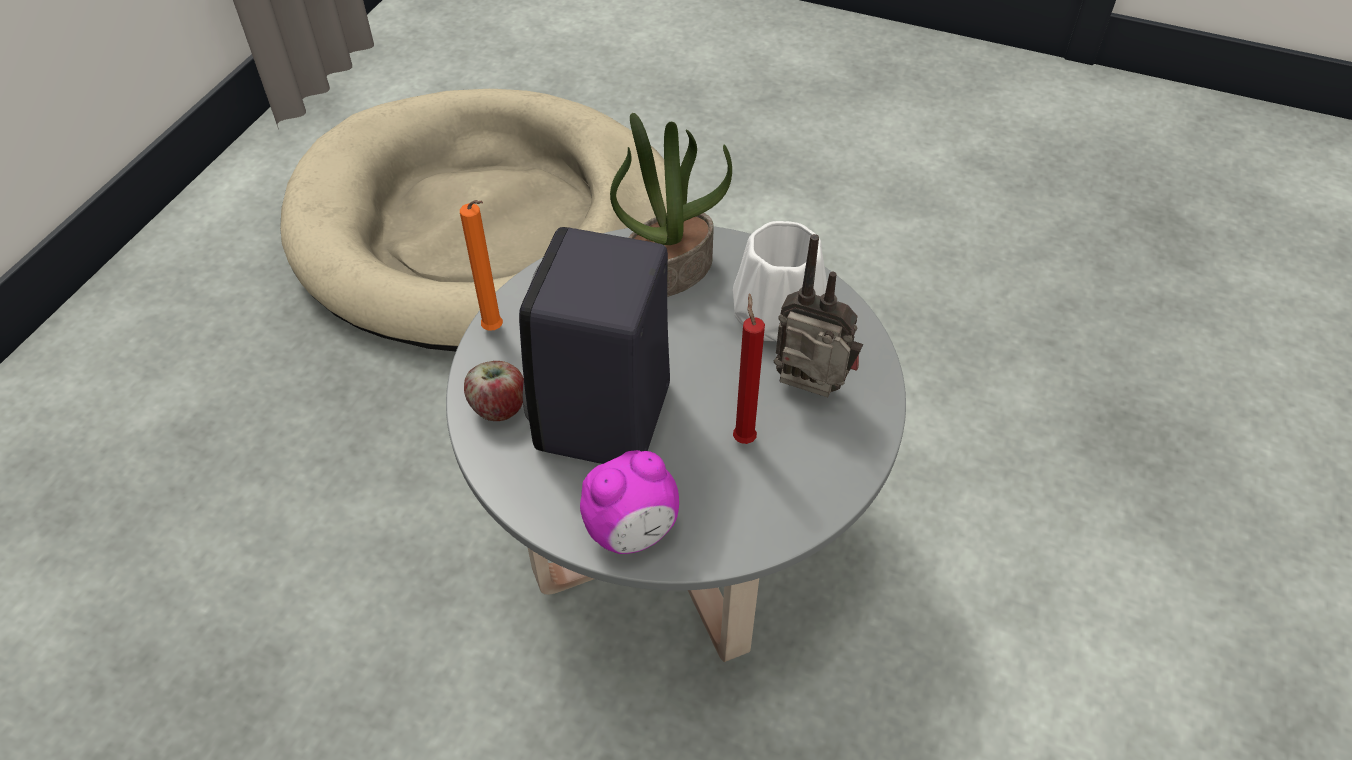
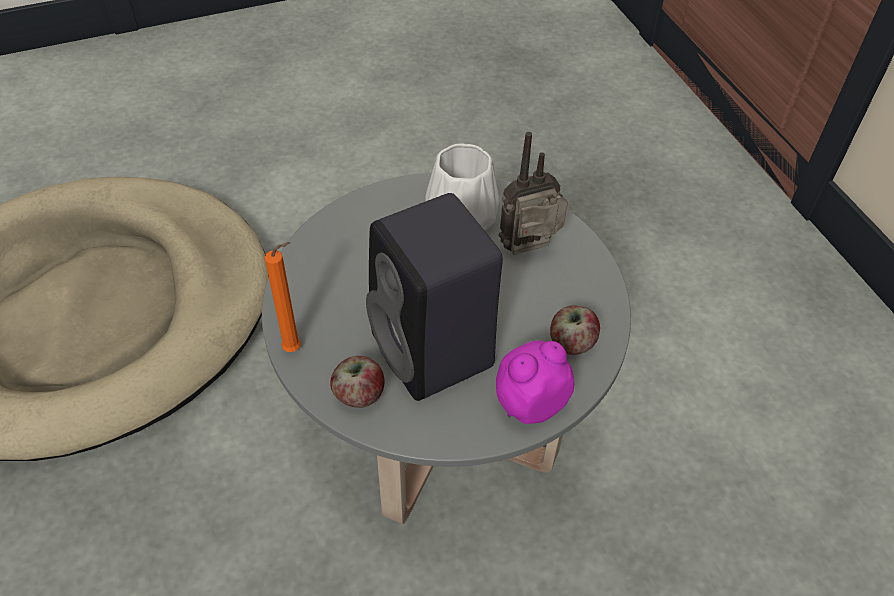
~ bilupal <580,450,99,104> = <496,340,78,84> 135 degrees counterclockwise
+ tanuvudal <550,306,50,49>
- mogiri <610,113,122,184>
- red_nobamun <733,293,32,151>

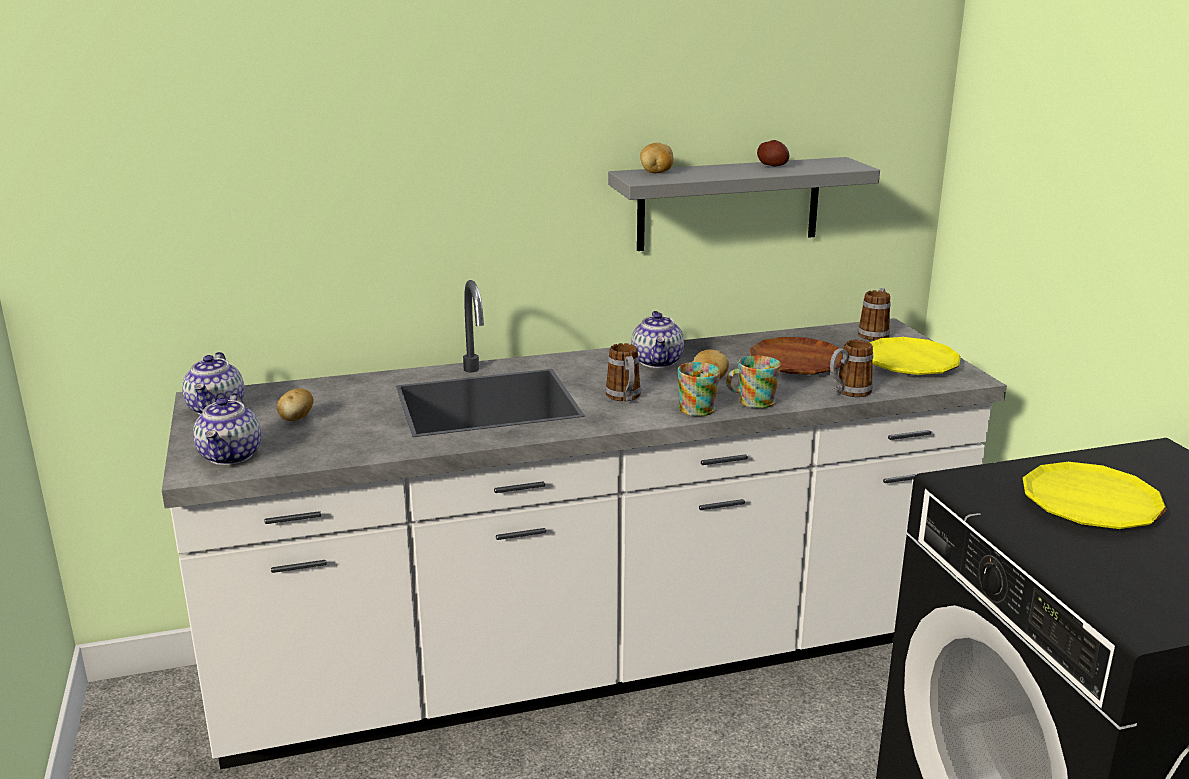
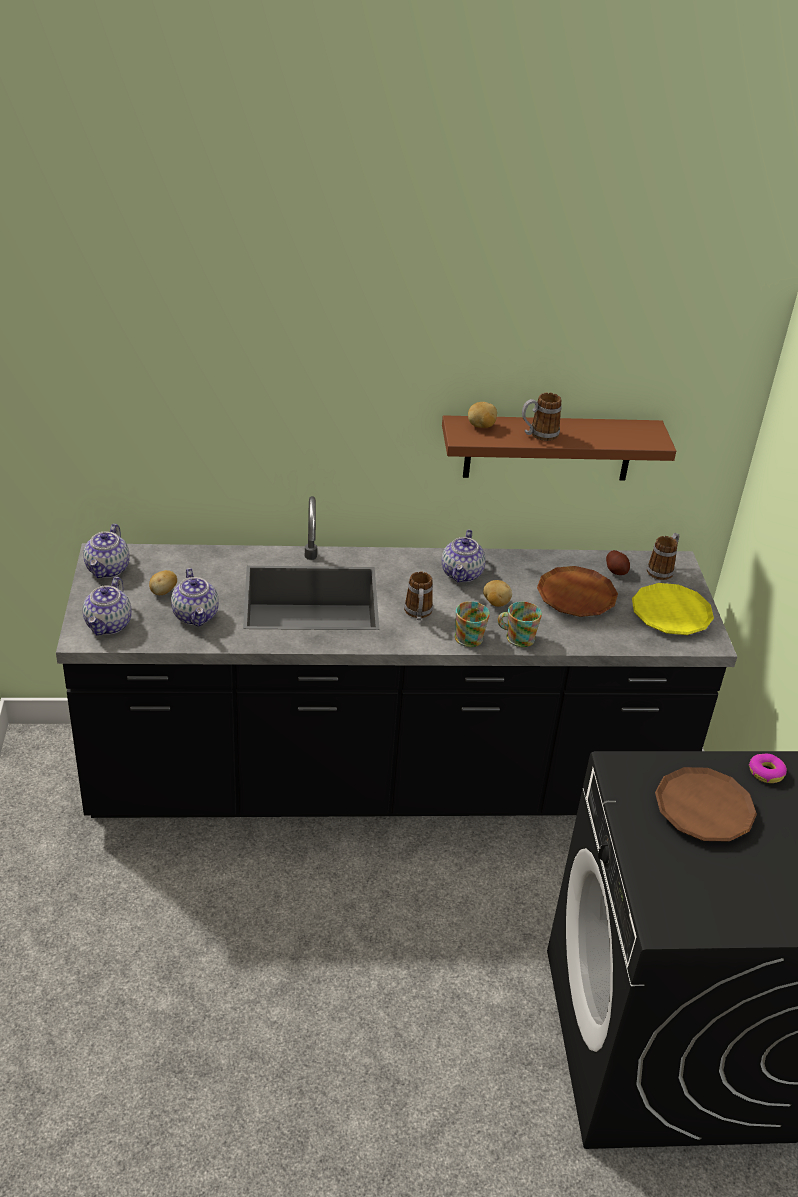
~ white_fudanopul <162,280,845,489> to black_fudanopul <56,496,681,322>
+ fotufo <171,568,48,59>
~ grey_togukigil <608,157,272,94> to brown_togukigil <442,415,234,66>
~ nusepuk <830,340,43,57> to <522,393,40,48>
~ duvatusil <757,140,32,26> to <606,550,24,25>
~ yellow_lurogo <1023,462,144,67> to brown_lurogo <655,767,102,75>
+ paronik <749,753,38,30>

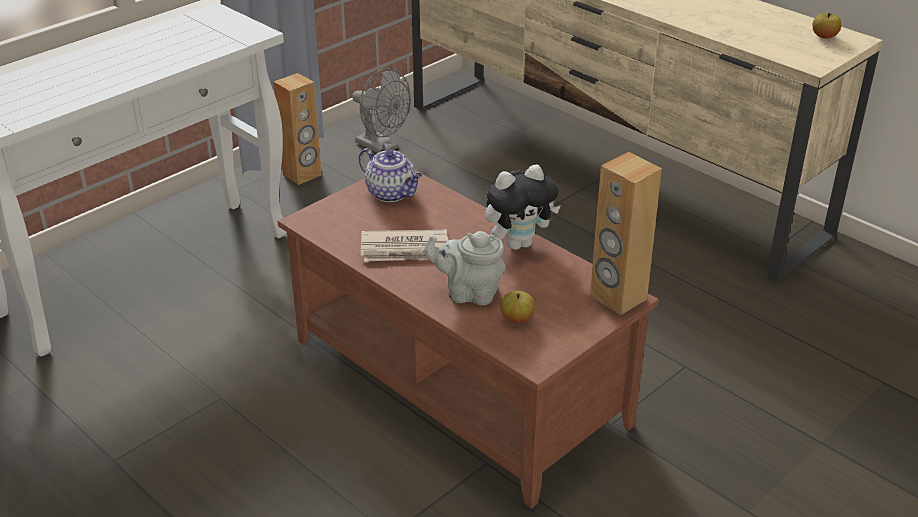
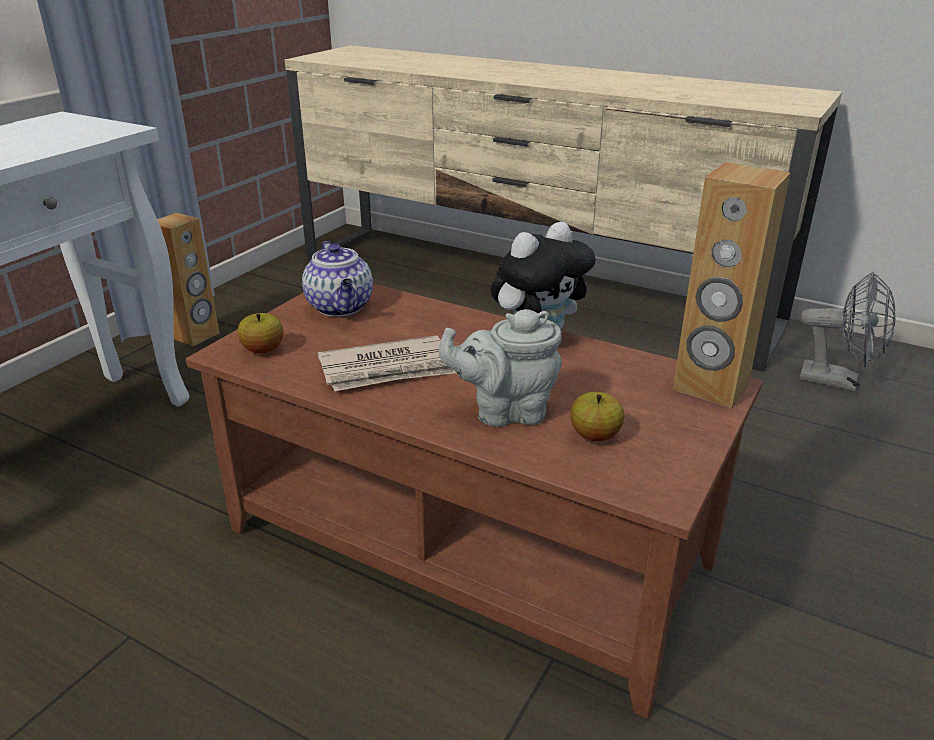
~ tanuvudal <812,13,30,26> to <238,313,45,40>
~ fotufo <359,148,63,54> = <302,241,71,76> 45 degrees clockwise
~ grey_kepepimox <352,68,59,85> to <799,272,97,120>

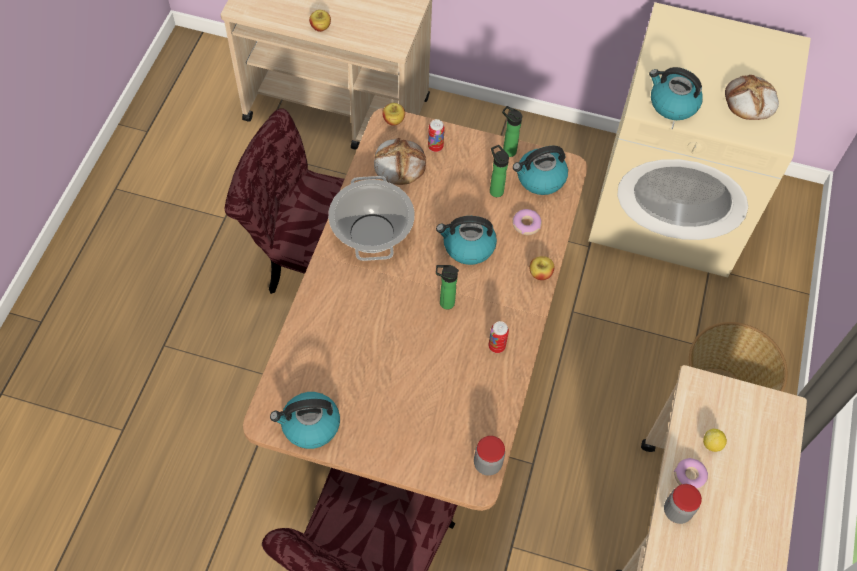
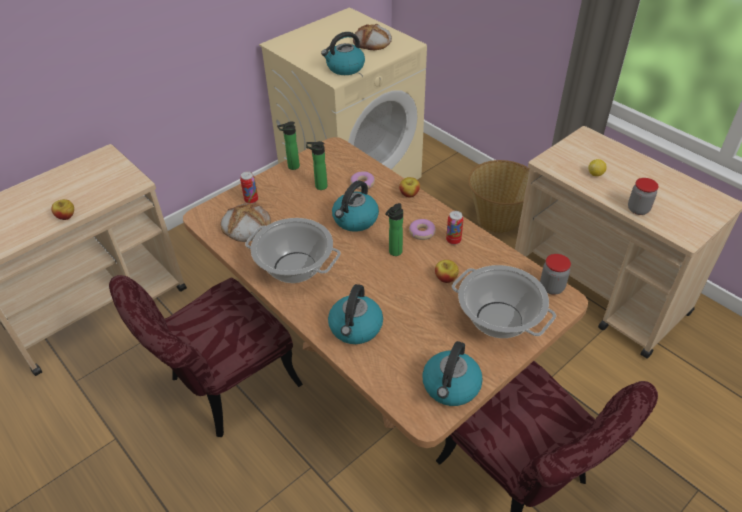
~ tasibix <513,146,55,49> to <328,284,55,60>
~ paronik <674,458,34,32> to <409,219,27,21>
~ tanuvudal <382,103,23,23> to <435,260,24,23>
+ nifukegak <452,265,104,73>

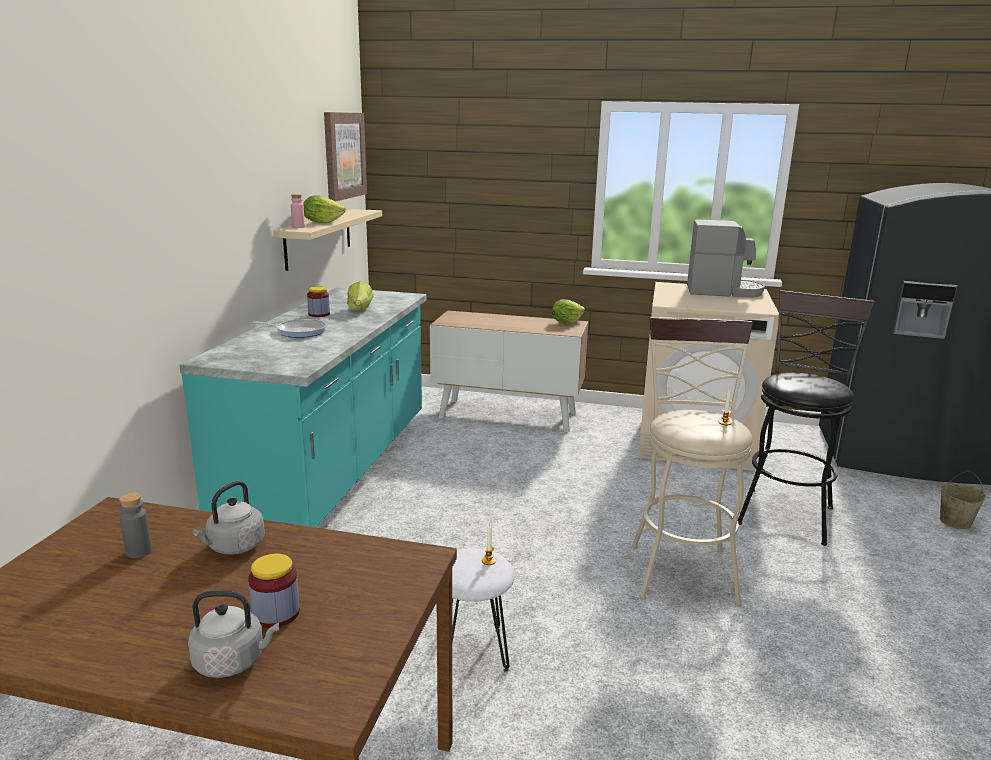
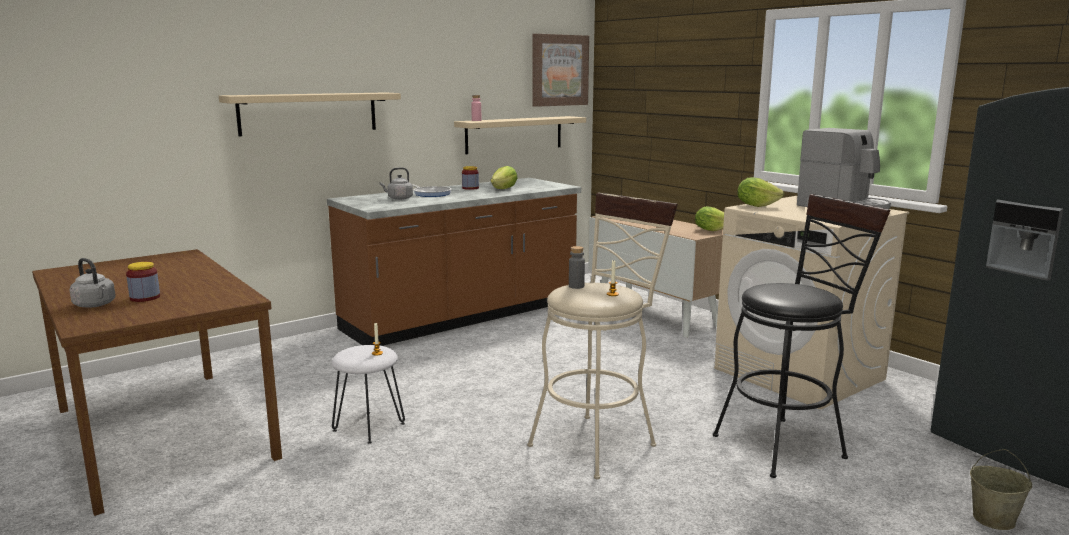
+ beige_togukigil <219,92,182,44>
~ turquoise_fudanopul <179,288,248,239> to brown_fudanopul <327,178,254,168>
~ grey_tasibix <192,481,73,74> to <380,167,33,33>
~ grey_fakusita <119,492,33,66> to <569,246,16,43>
~ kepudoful <303,195,43,28> to <737,177,47,30>

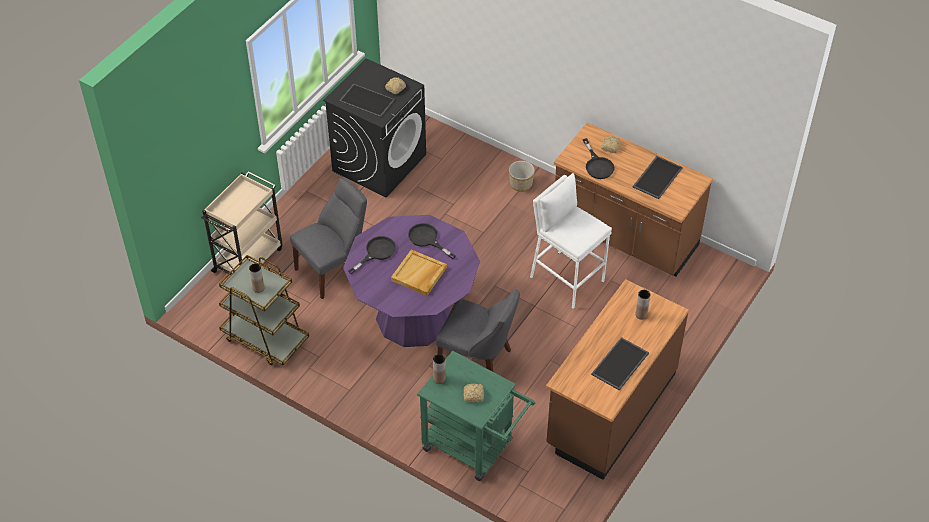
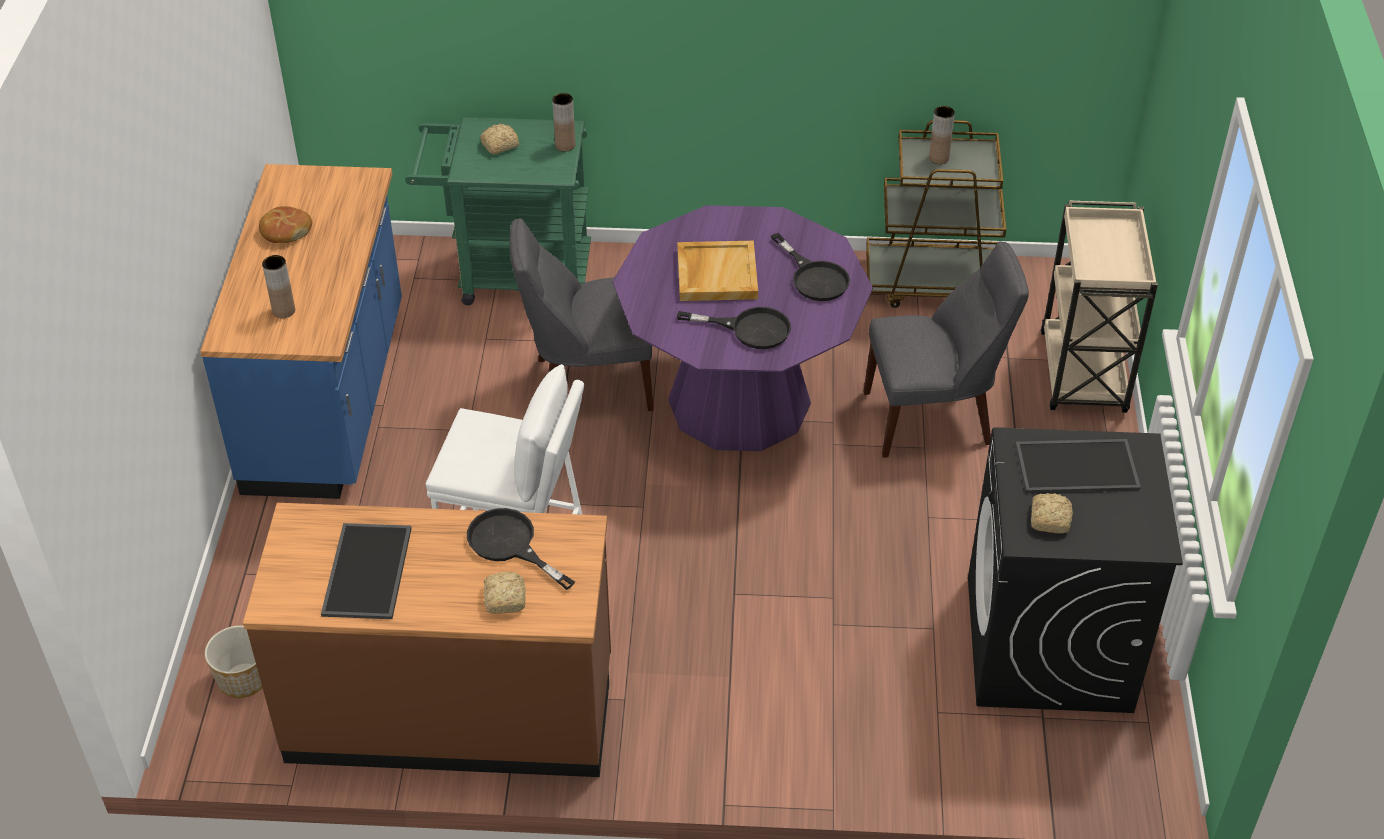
~ brown_fudanopul <546,279,143,201> to blue_fudanopul <200,164,202,335>
~ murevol <509,161,26,31> to <205,625,57,73>
~ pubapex <591,337,58,54> to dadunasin <259,206,53,37>
~ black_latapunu <348,236,48,38> = <771,233,79,68> 45 degrees counterclockwise
~ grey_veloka <290,177,77,122> = <864,241,165,217> 120 degrees counterclockwise

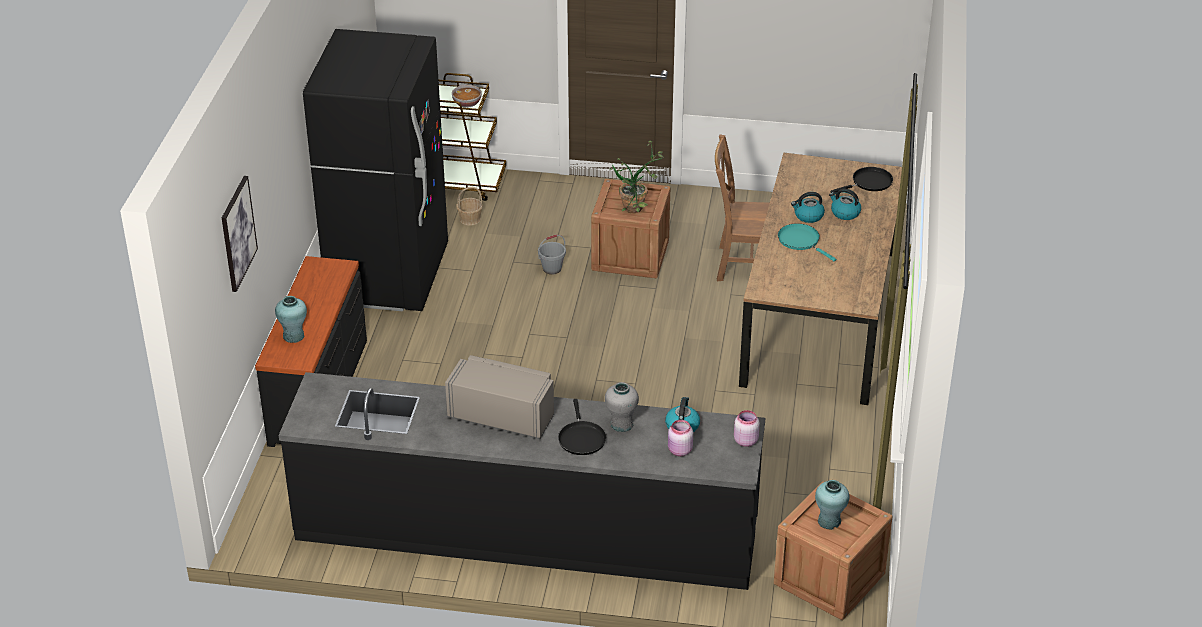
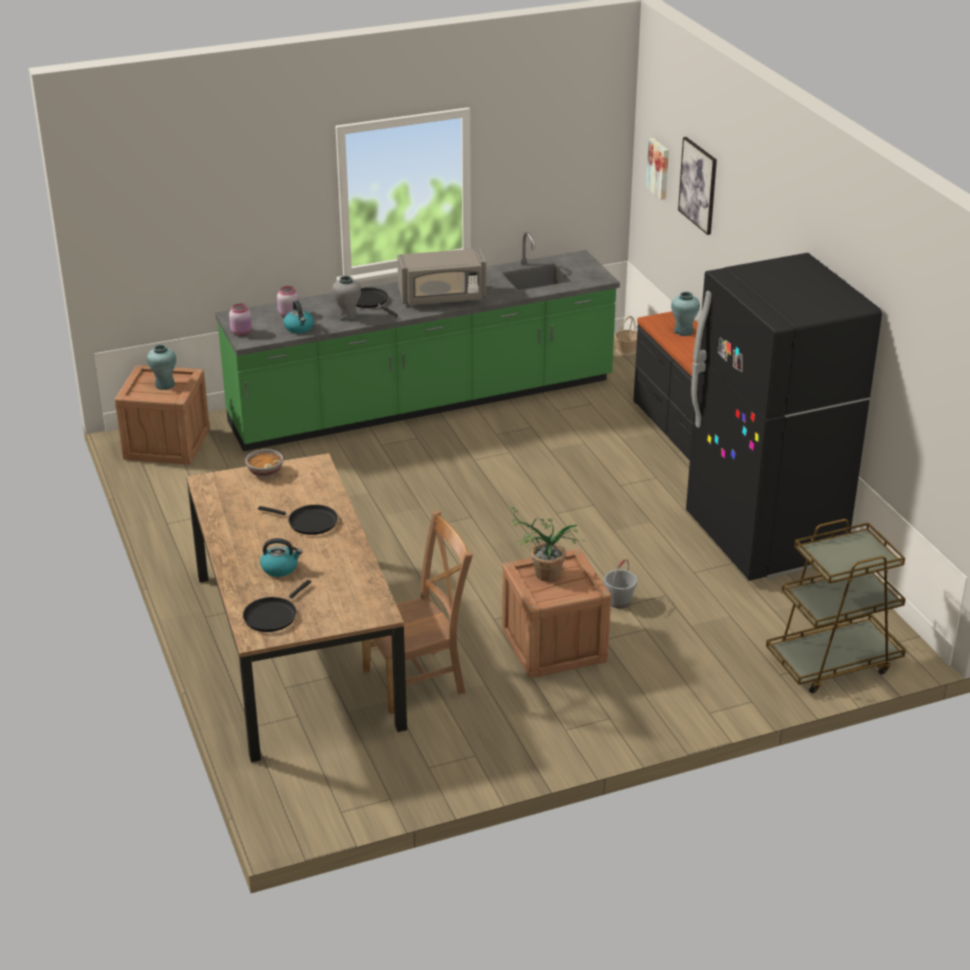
~ black_fudanopul <279,372,486,218> to green_fudanopul <215,232,405,219>
~ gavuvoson <452,85,30,23> to <245,449,38,28>
~ turquoise_latapunu <778,223,58,38> to black_latapunu <258,505,80,30>
~ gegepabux <456,187,27,39> to <614,316,23,40>
+ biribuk <646,138,23,62>
- tasibix <791,192,34,31>

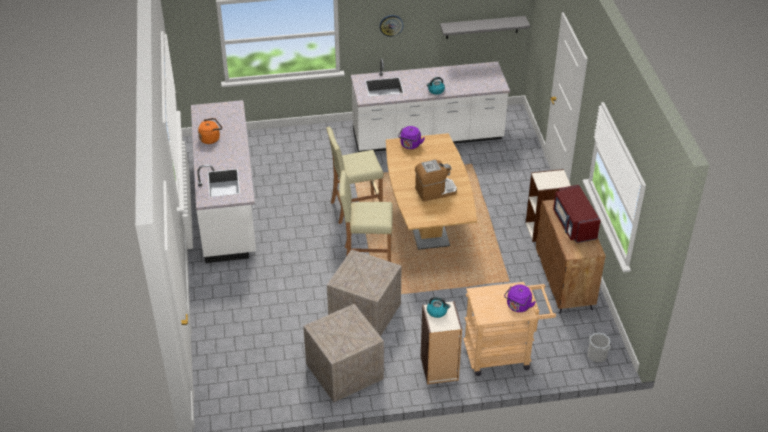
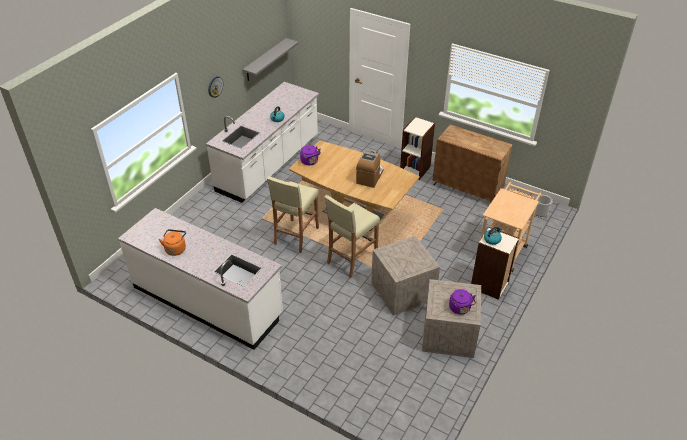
~ purple_tasibix <504,285,32,27> to <449,289,27,26>
- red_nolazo <553,185,48,58>

